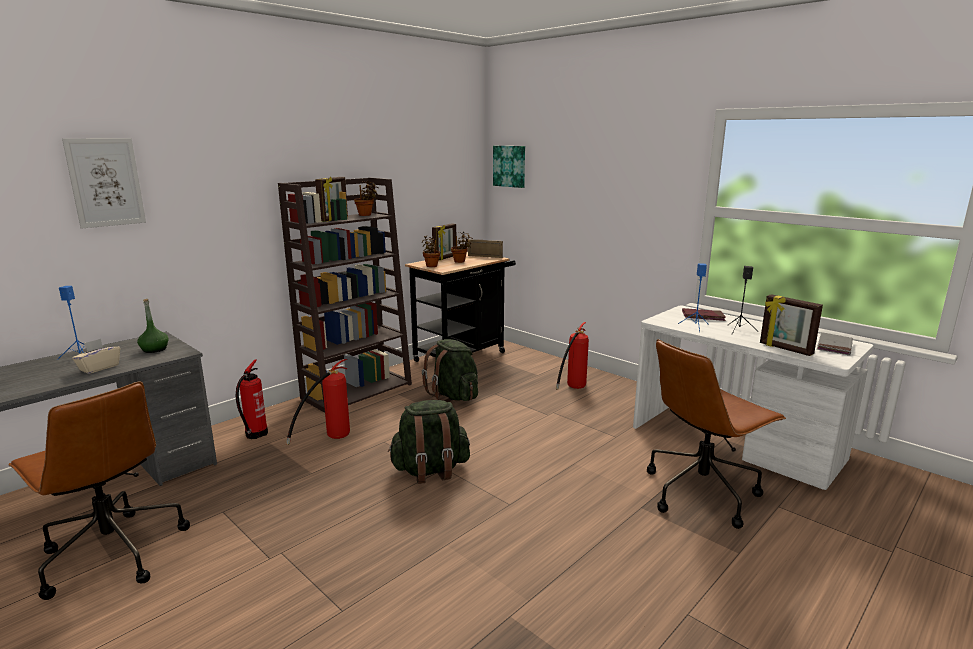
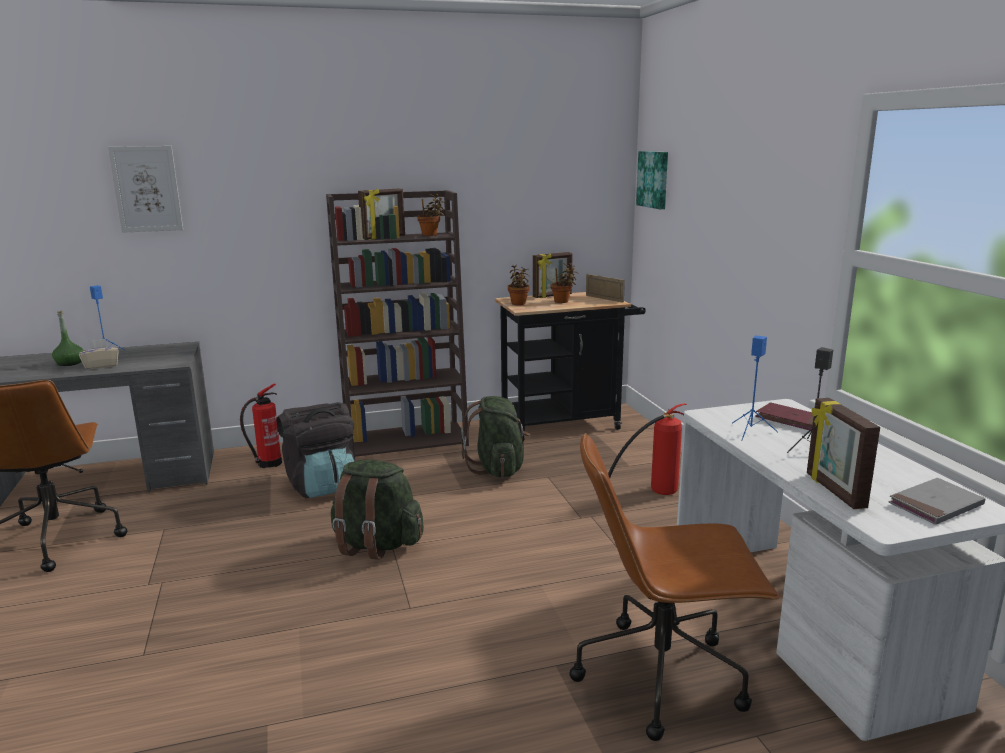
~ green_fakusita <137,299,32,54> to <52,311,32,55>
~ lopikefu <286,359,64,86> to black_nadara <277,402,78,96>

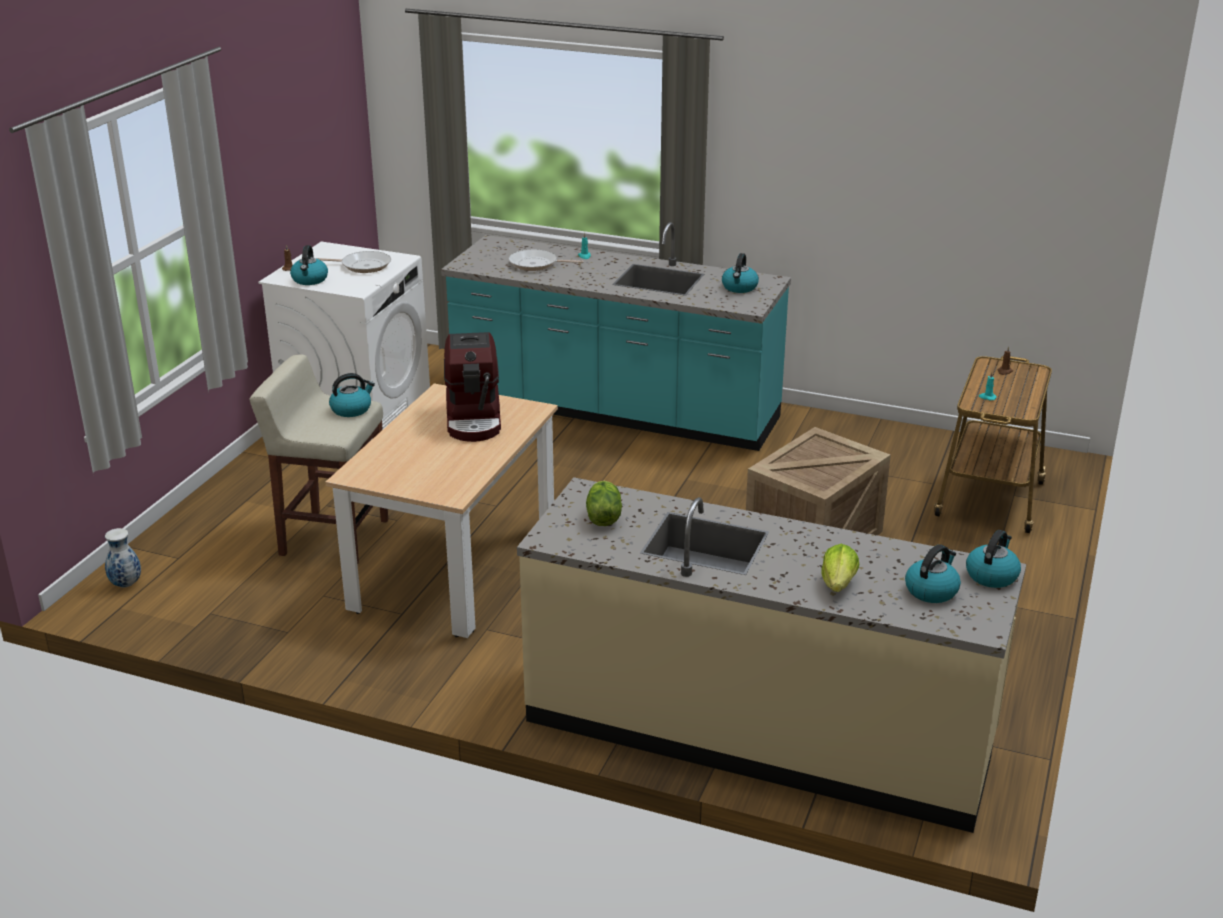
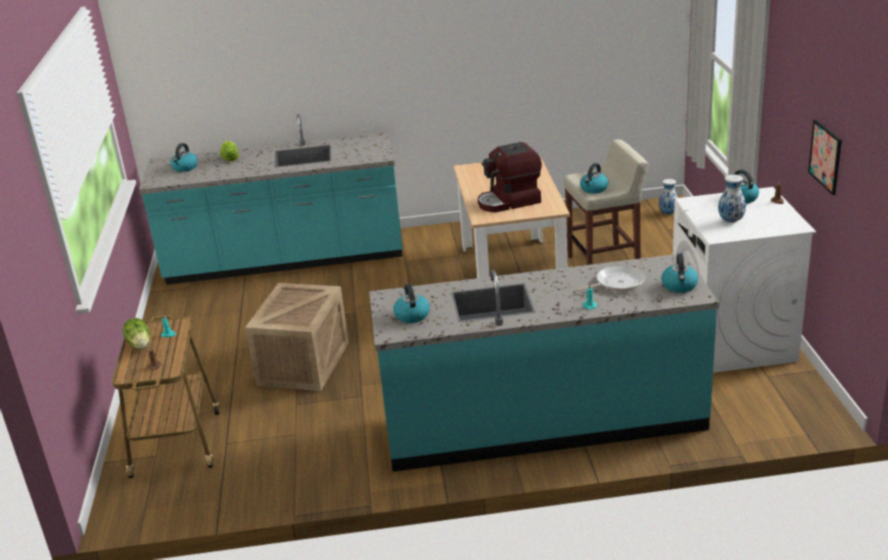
~ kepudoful <586,481,36,45> to <123,318,27,31>
~ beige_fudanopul <517,477,509,356> to turquoise_fudanopul <139,114,264,171>
~ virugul <444,332,57,110> = <478,142,64,70> 75 degrees counterclockwise
~ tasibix <966,530,55,58> to <661,253,37,40>
~ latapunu <316,251,75,22> to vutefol <718,175,28,48>
+ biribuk <808,119,34,76>

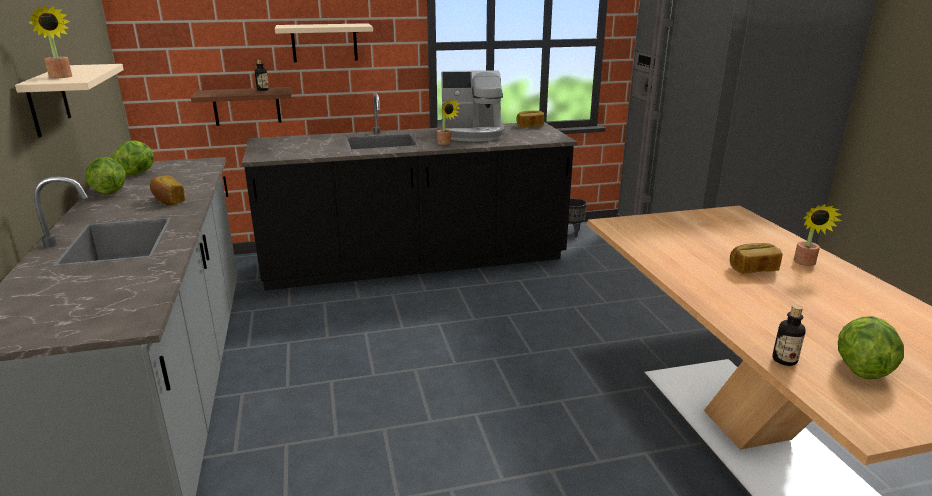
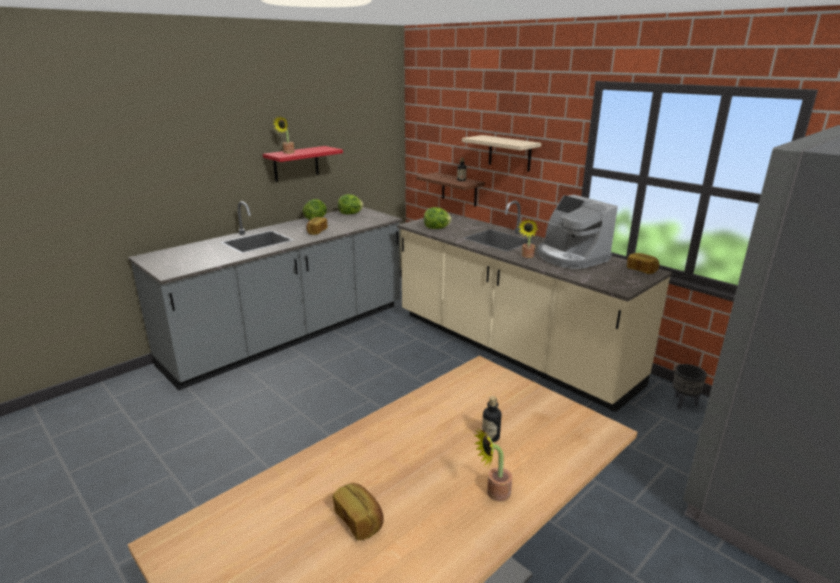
~ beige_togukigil <15,64,109,74> to red_togukigil <263,146,80,36>
~ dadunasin <730,243,52,31> to <332,483,52,57>
~ black_fudanopul <242,93,335,198> to beige_fudanopul <397,200,275,212>
~ kepudoful <838,316,66,63> to <424,207,28,22>
~ fakusita <773,305,33,61> to <482,396,19,46>

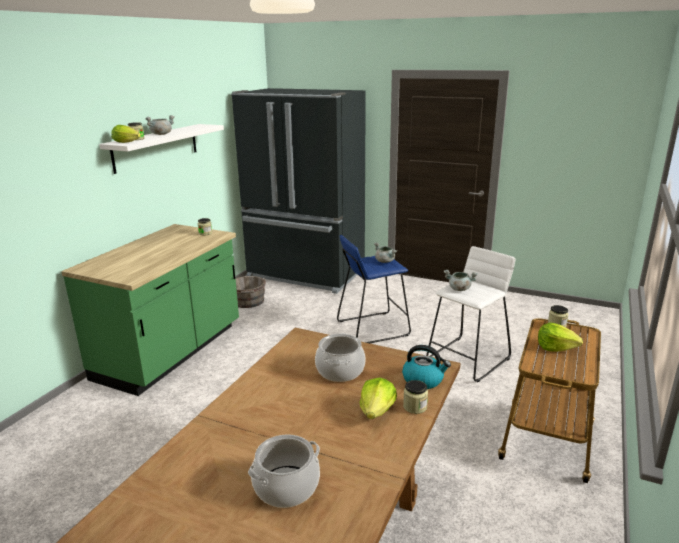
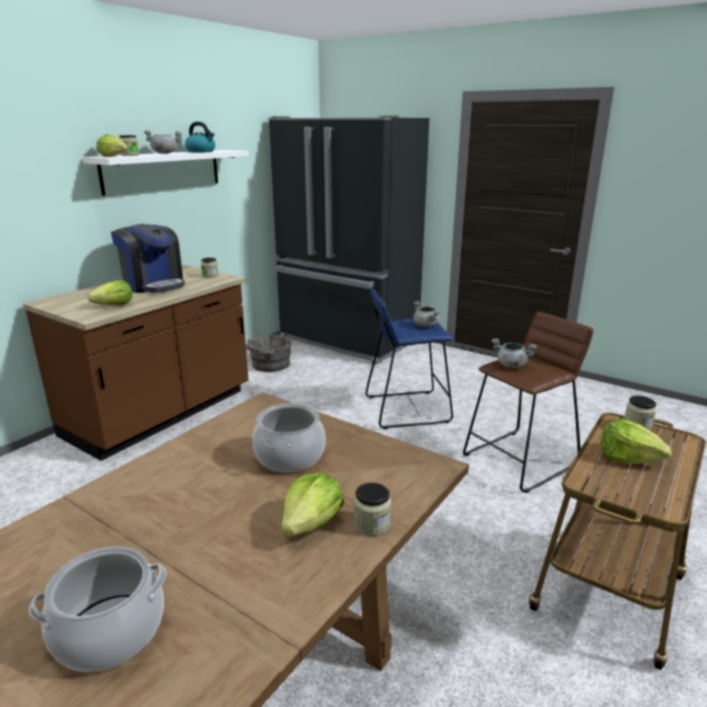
~ green_fudanopul <61,224,178,172> to brown_fudanopul <23,265,225,196>
+ kepudoful <88,280,44,25>
+ virugul <111,224,74,69>
~ tasibix <402,345,49,44> to <185,122,30,30>
~ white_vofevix <426,246,89,136> to brown_vofevix <463,311,131,182>

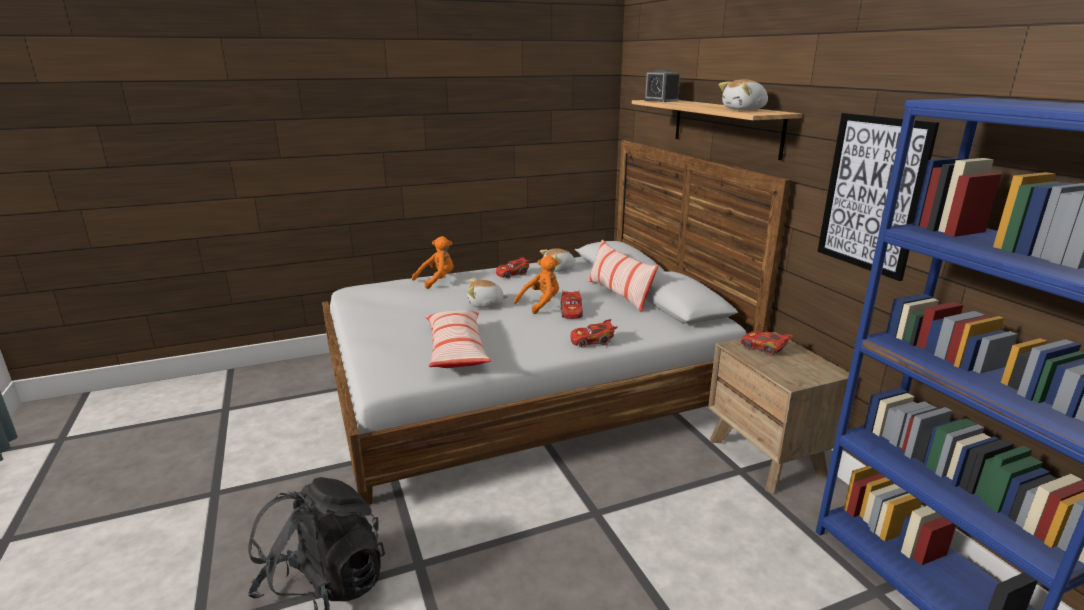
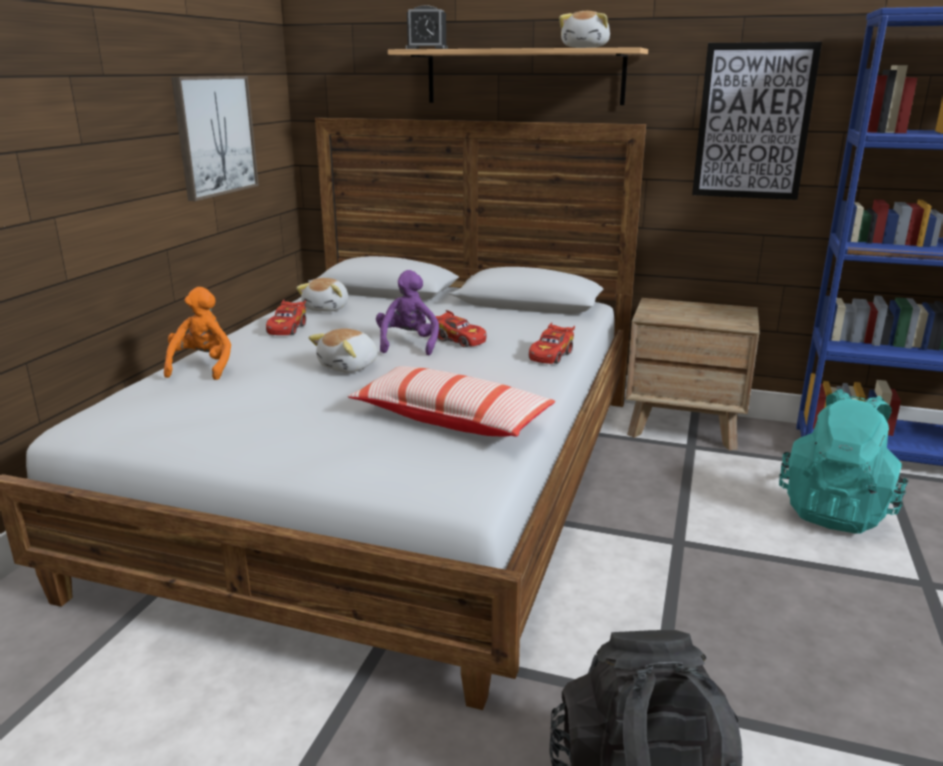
+ biribuk <171,76,88,125>
~ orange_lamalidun <514,255,45,59> to purple_lamalidun <376,270,63,85>
+ turquoise_nadara <779,389,129,145>
- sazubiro <588,240,70,72>
- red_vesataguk <741,331,52,25>

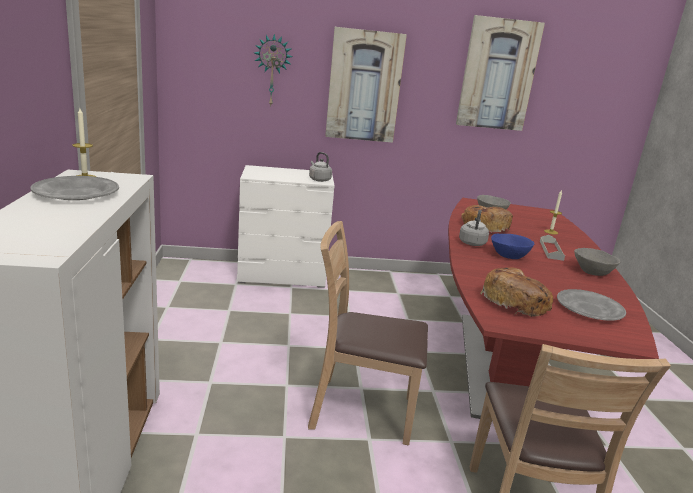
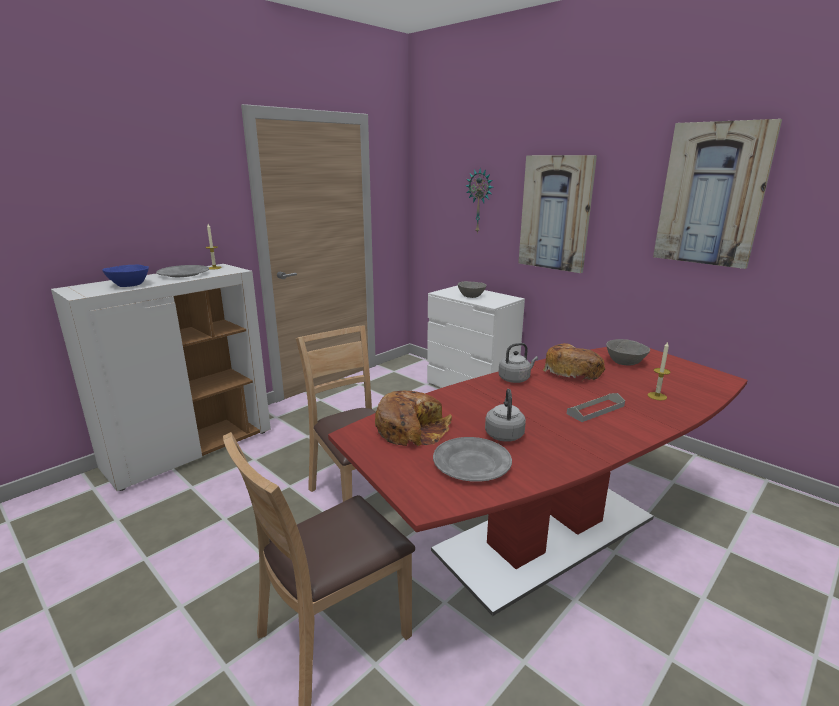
~ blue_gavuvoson <491,234,43,25> to <102,265,47,22>
~ grey_gavuvoson <574,248,46,28> to <458,281,28,17>
~ grey_tasibix <309,152,23,30> to <485,389,41,53>

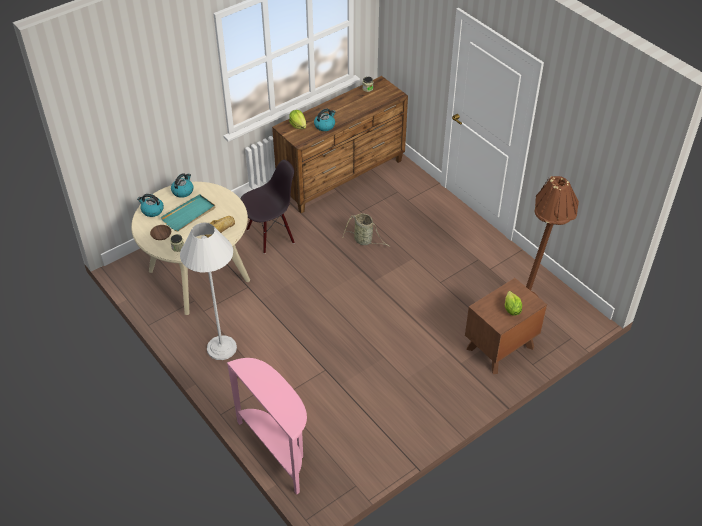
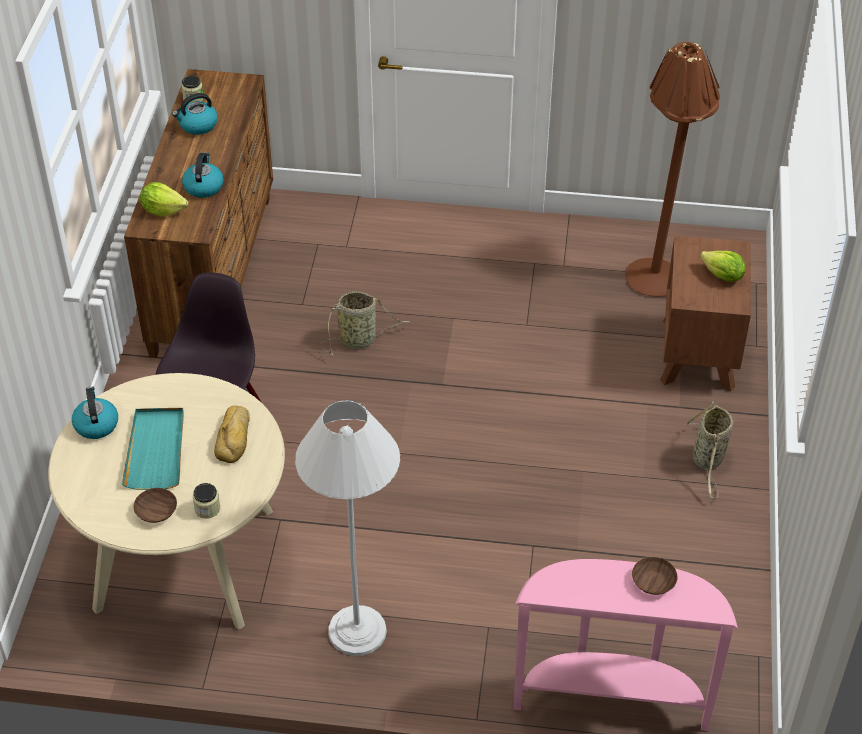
~ tasibix <137,194,27,23> to <172,93,46,42>
+ brown_gavuvoson <632,557,46,38>
+ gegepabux <684,401,49,97>

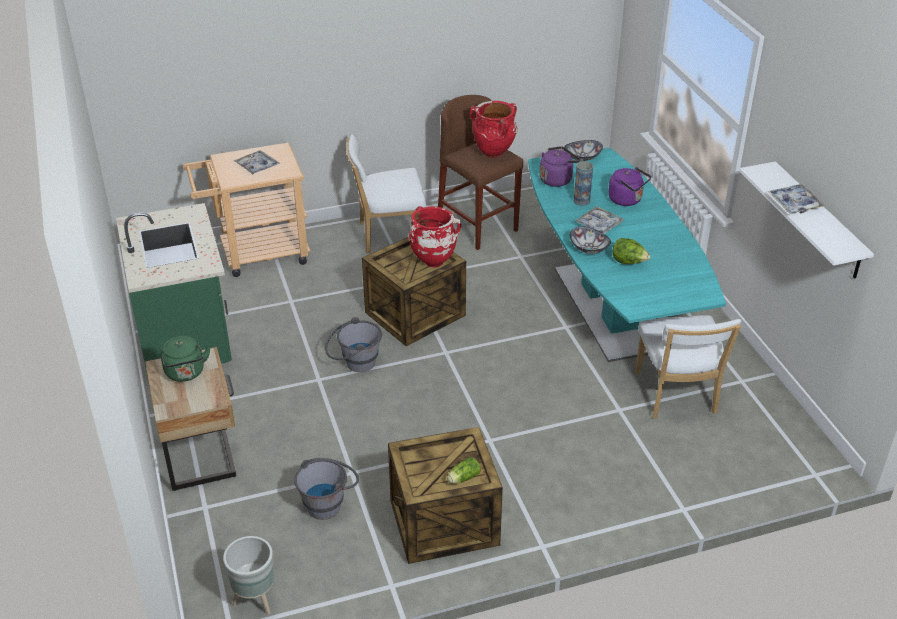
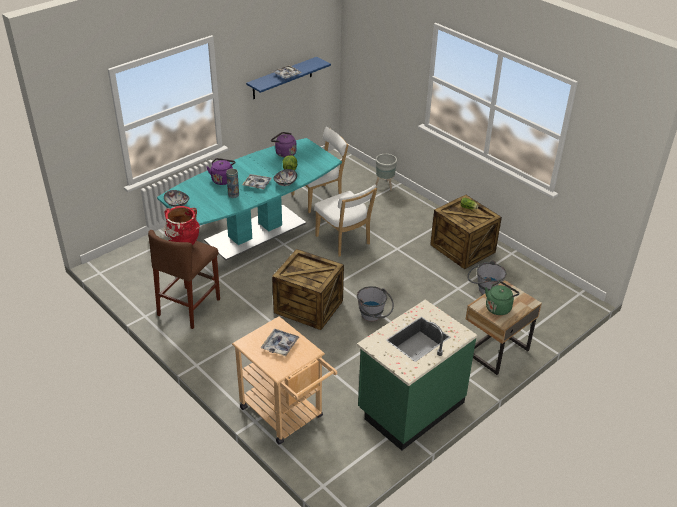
~ white_togukigil <739,161,135,117> to blue_togukigil <246,57,85,42>
~ purple_tasibix <539,146,41,41> to <271,132,26,26>
~ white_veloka <346,135,80,119> to <314,185,63,71>
~ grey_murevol <223,536,51,79> to <375,154,22,37>
- red_vutefol <408,206,53,61>

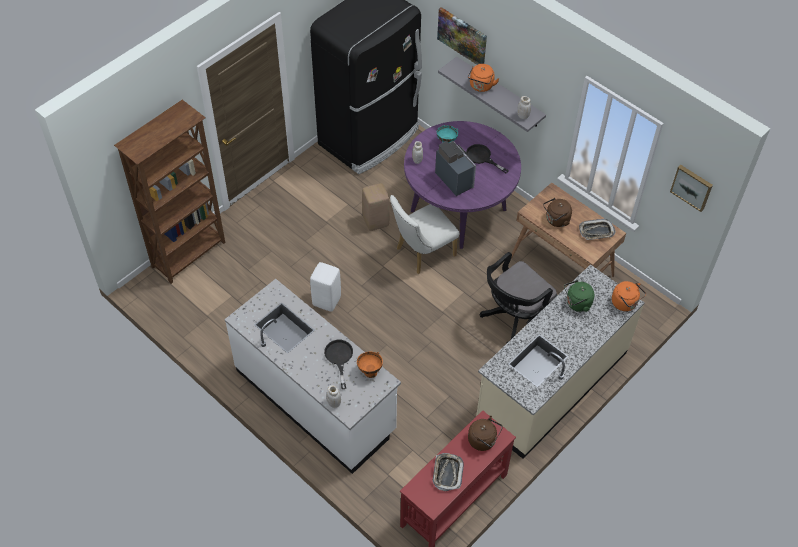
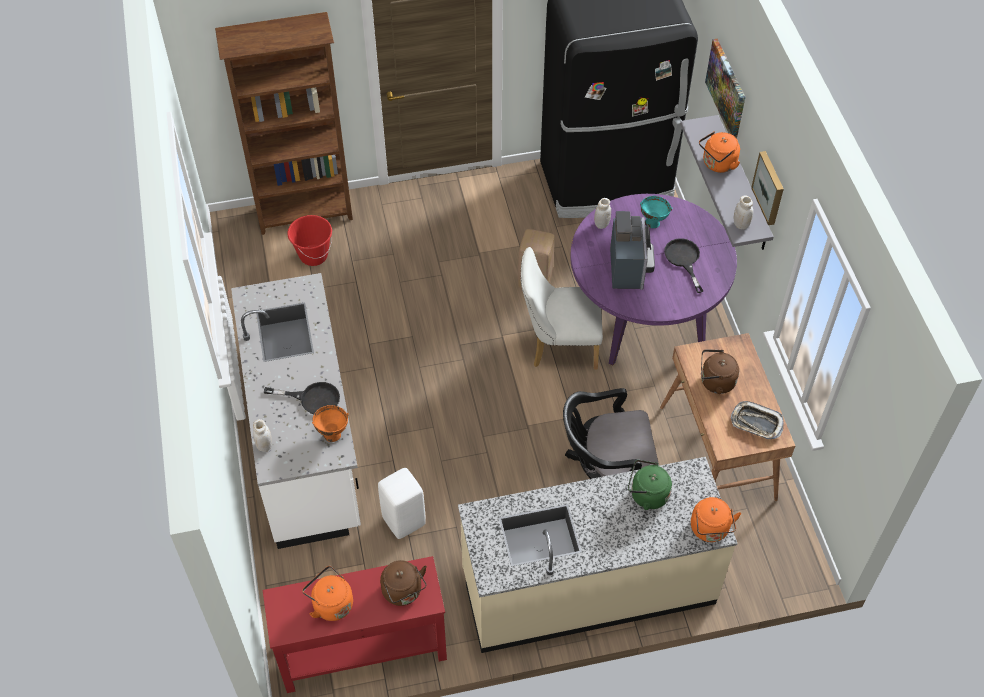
~ black_latapunu <324,340,29,49> = <264,382,76,32> 75 degrees clockwise
+ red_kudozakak <287,215,45,51>
~ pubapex <433,453,31,38> to orange_tasibix <302,566,51,55>
~ white_vofevix <310,262,31,50> to <378,468,48,71>
~ biribuk <670,165,43,47> to <751,151,33,74>

